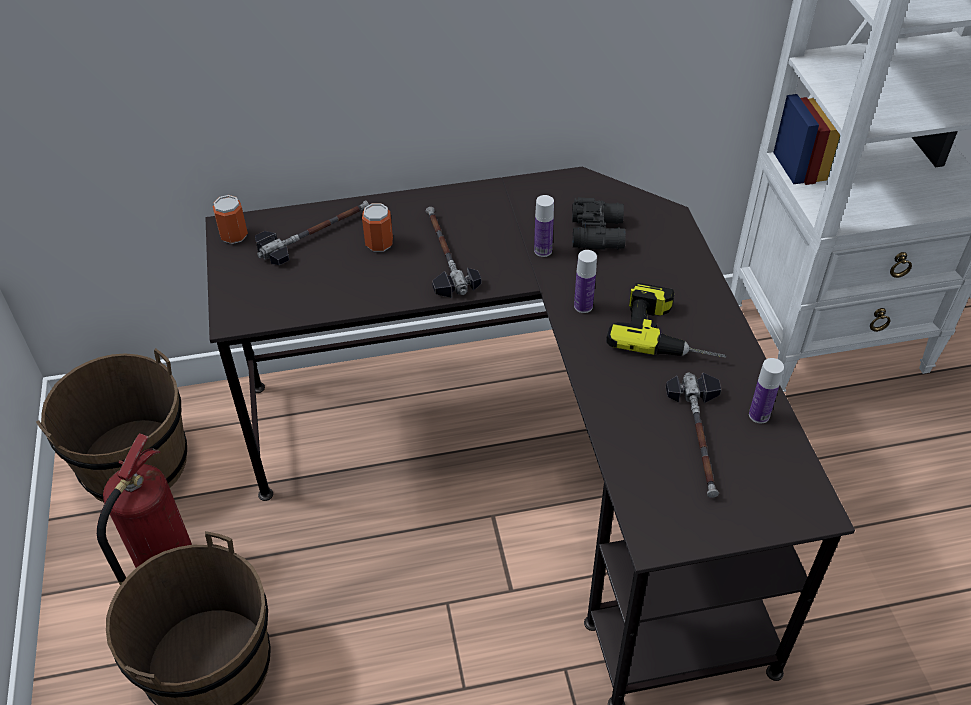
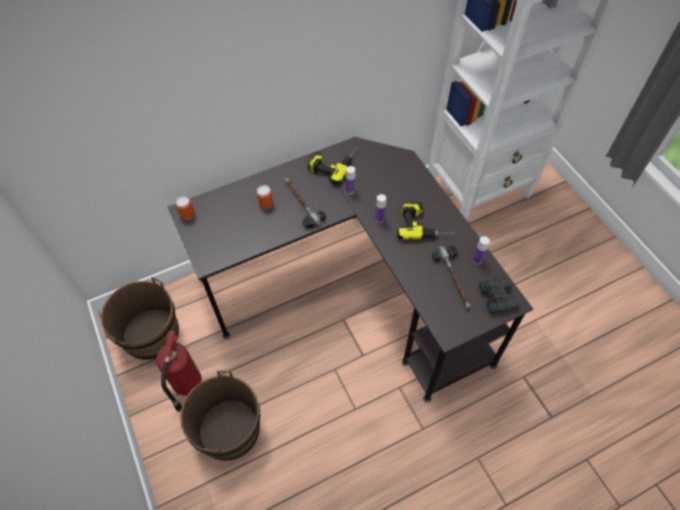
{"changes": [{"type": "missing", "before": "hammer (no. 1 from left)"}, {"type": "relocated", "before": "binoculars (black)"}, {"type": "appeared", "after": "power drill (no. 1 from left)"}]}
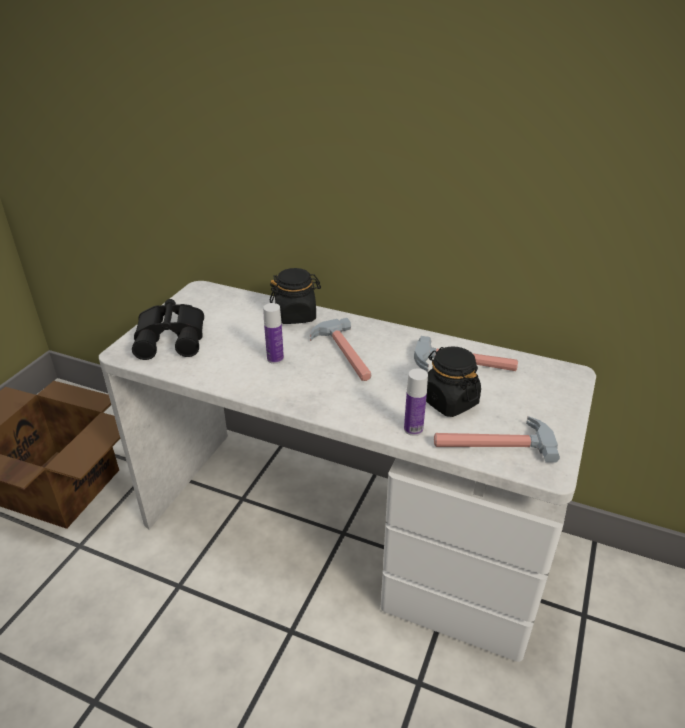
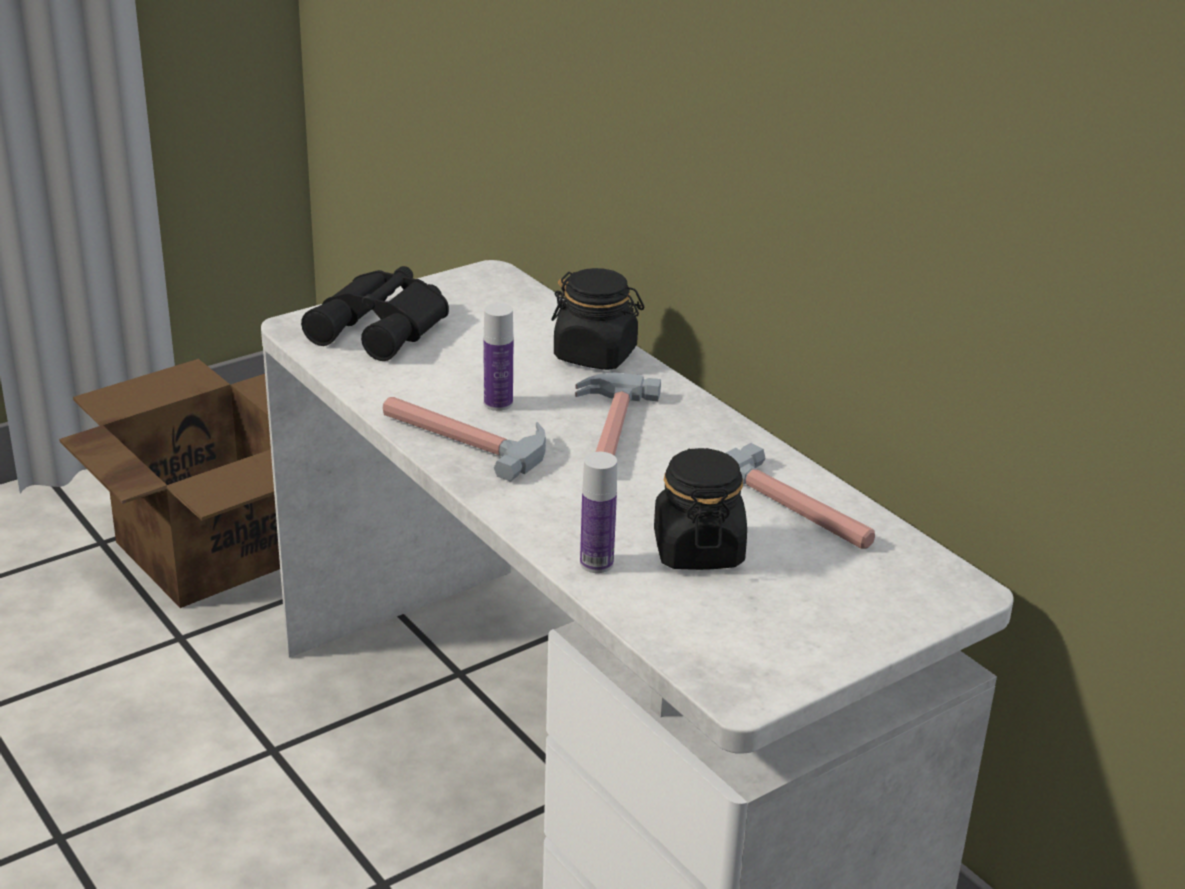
{"changes": [{"type": "relocated", "before": "hammer (no. 3 from left in the first image)", "after": "hammer (no. 1 from left)"}]}
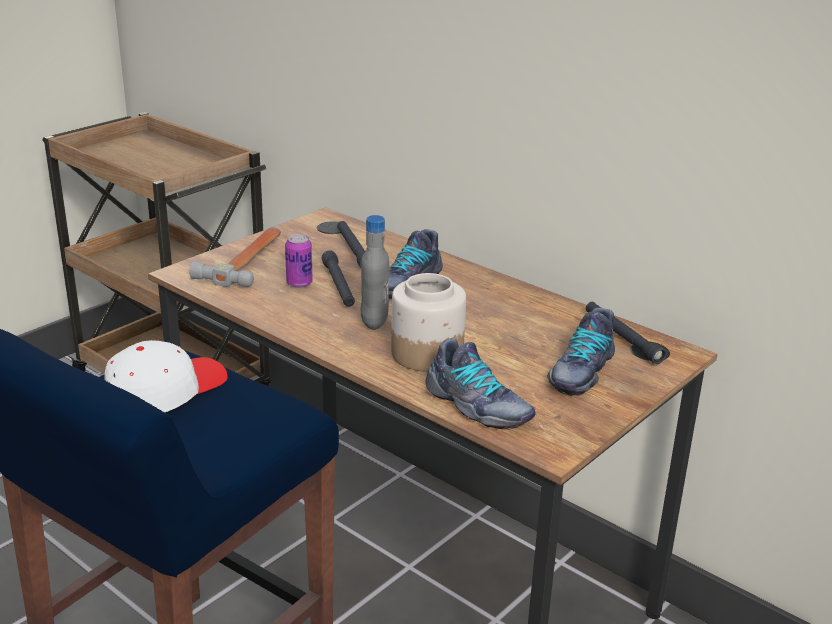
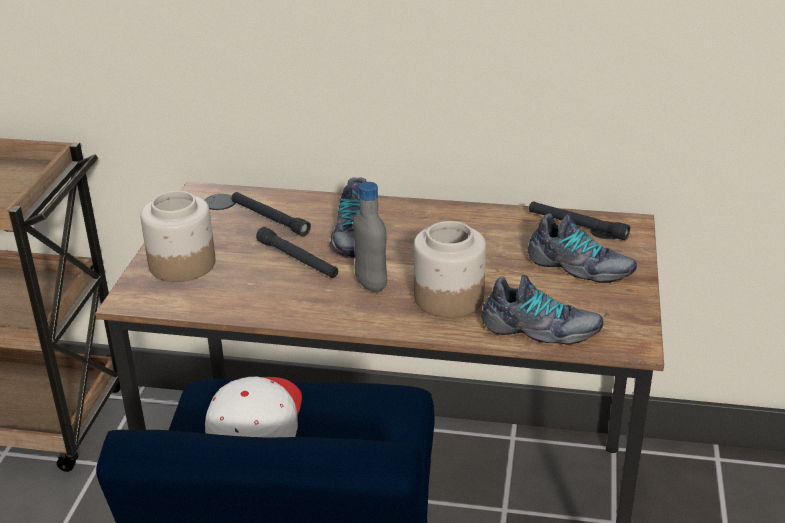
{"changes": [{"type": "exchanged", "before": "hammer", "after": "jar (no. 1 from left)"}, {"type": "missing", "before": "can"}, {"type": "spun", "before": "shoe (no. 3 from left)", "turn": -60}]}
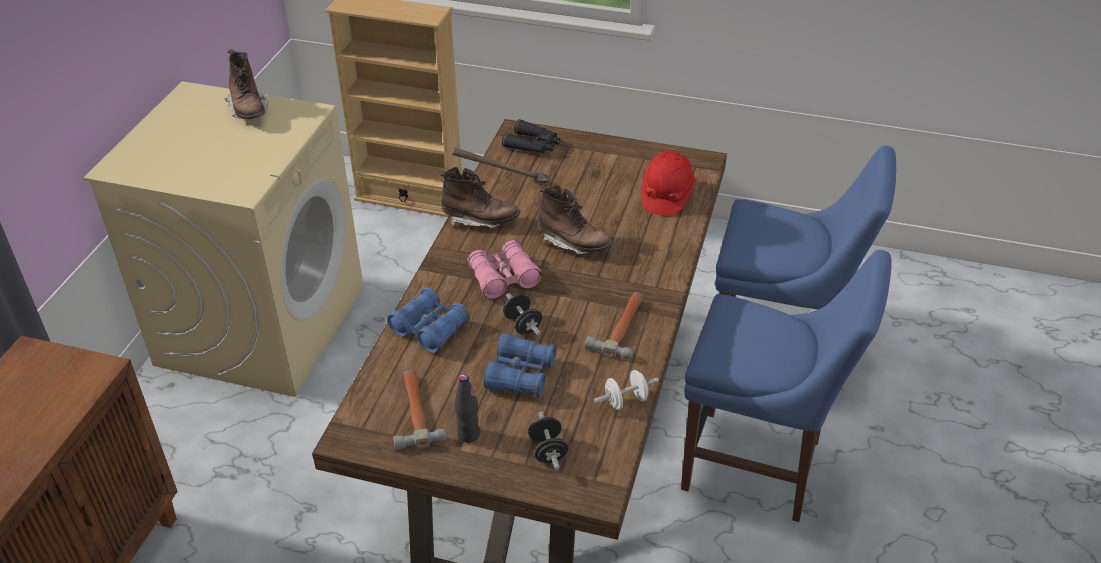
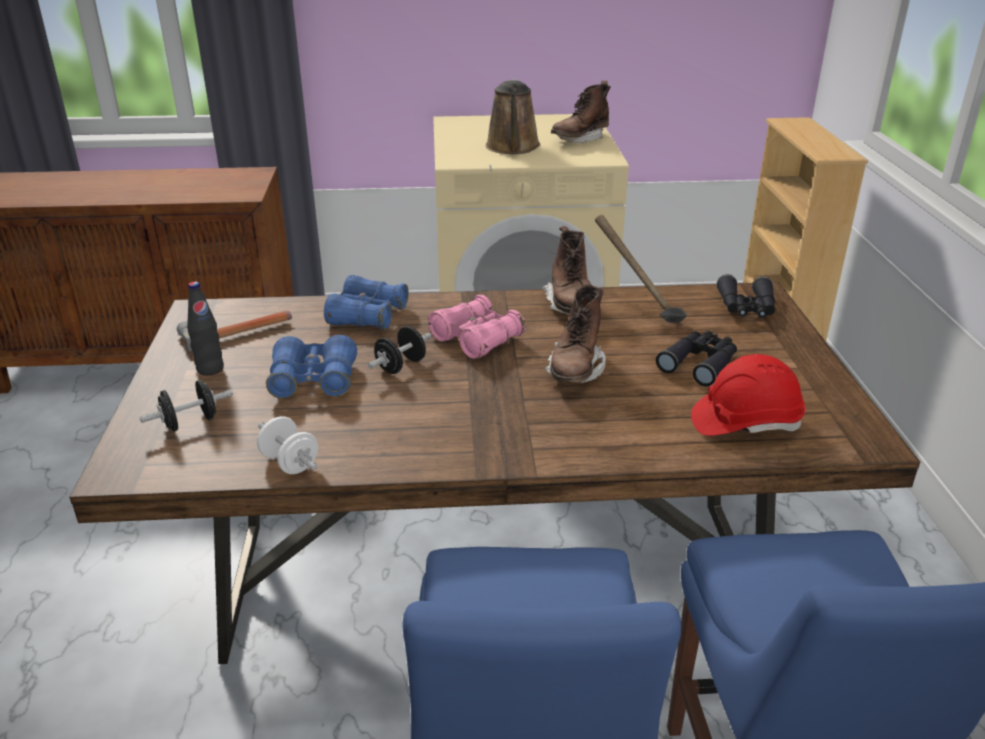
{"changes": [{"type": "missing", "before": "hammer (no. 3 from left)"}, {"type": "appeared", "after": "watering can (brown)"}, {"type": "appeared", "after": "binoculars (black) (no. 1 from left)"}]}
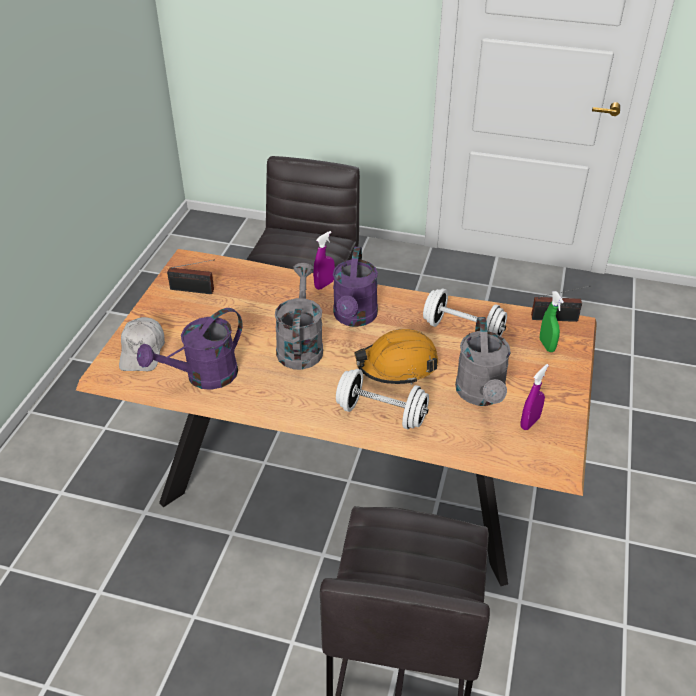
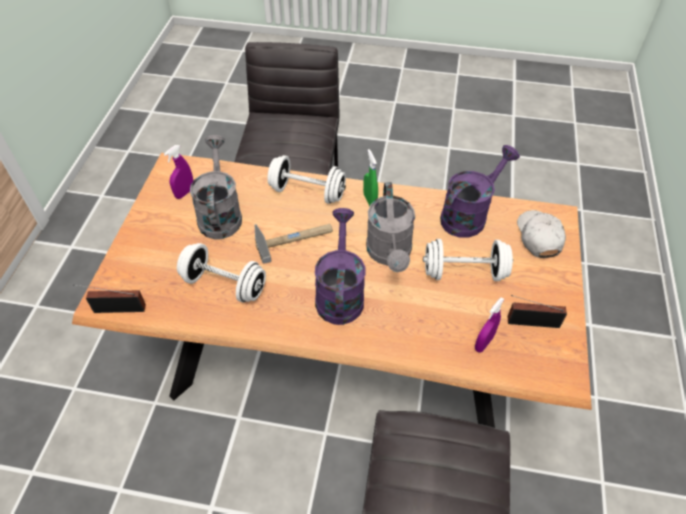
{"changes": [{"type": "relocated", "before": "spray bottle (purple) (no. 1 from left in the first image)", "after": "spray bottle (purple) (no. 2 from left)"}, {"type": "exchanged", "before": "hard hat (orange)", "after": "hammer"}, {"type": "relocated", "before": "spray bottle (green)"}, {"type": "appeared", "after": "dumbbell (white) (no. 3 from left)"}]}
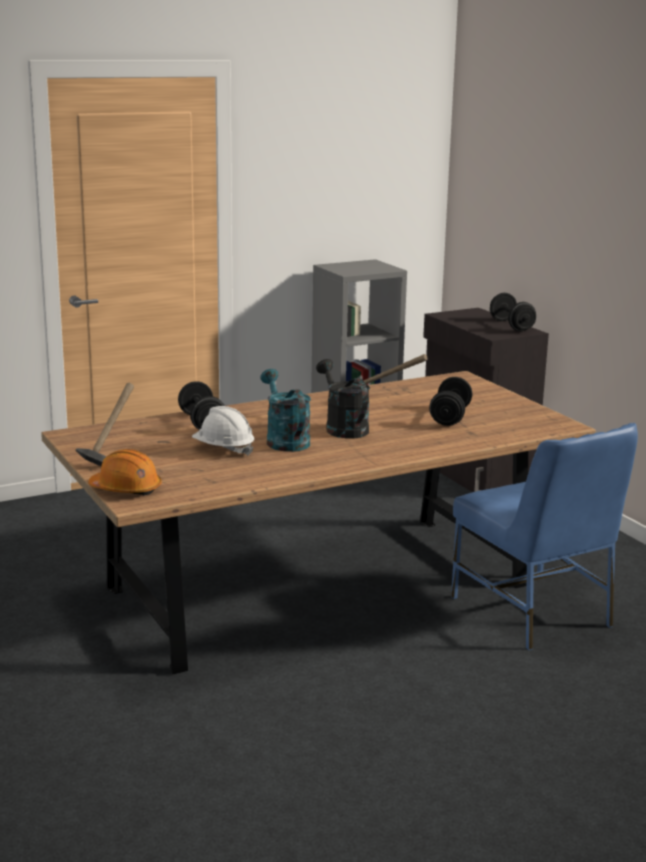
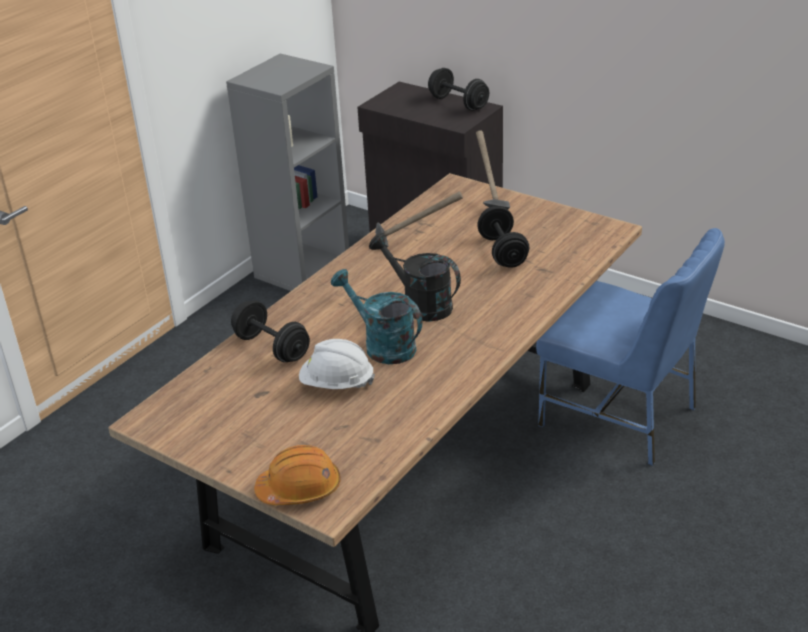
{"changes": [{"type": "relocated", "before": "hammer (no. 1 from left in the first image)", "after": "hammer (no. 2 from left)"}]}
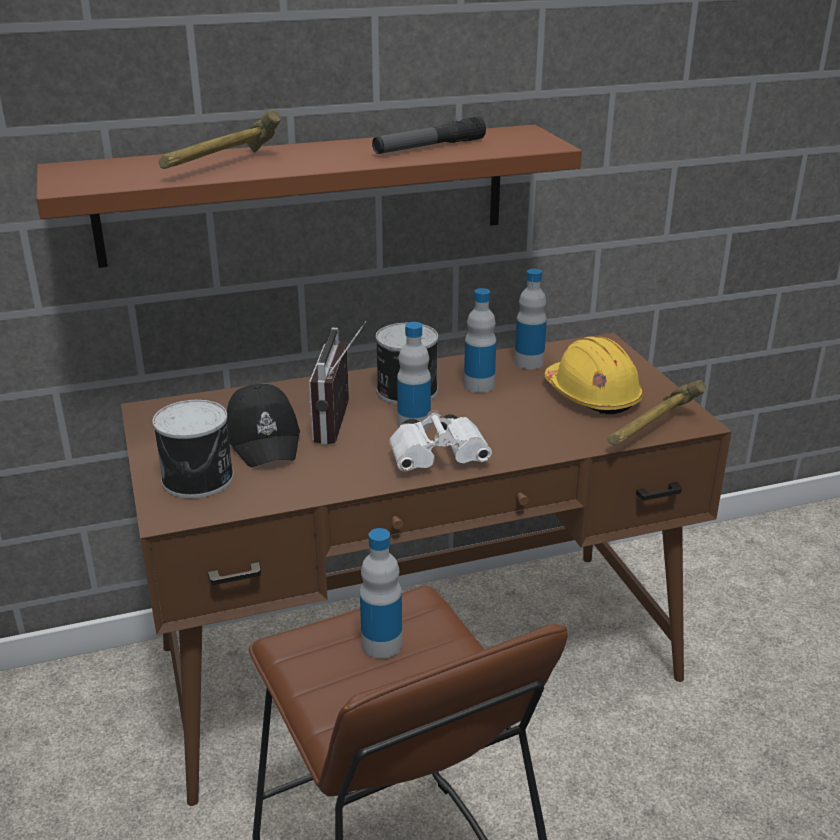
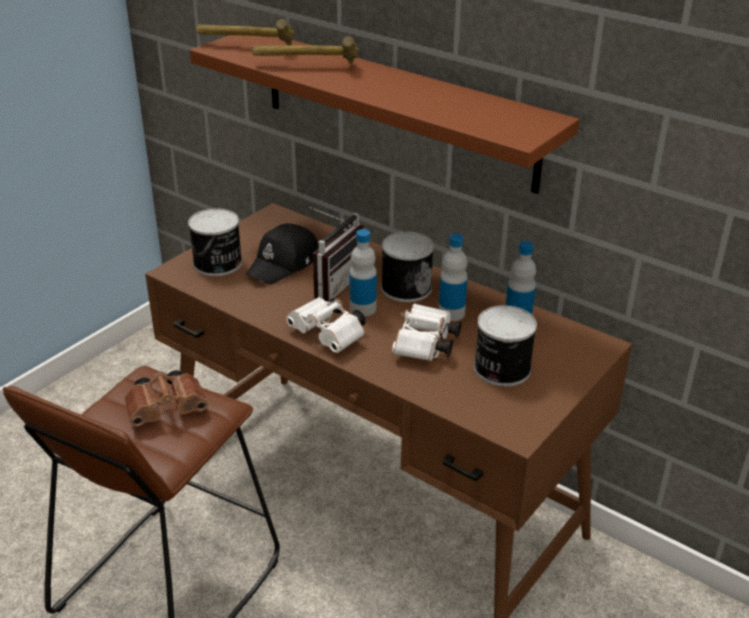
{"changes": [{"type": "spun", "before": "radio", "turn": 150}, {"type": "exchanged", "before": "bottle (no. 1 from left)", "after": "binoculars (brown)"}, {"type": "missing", "before": "flashlight"}, {"type": "exchanged", "before": "hard hat (yellow)", "after": "can (no. 3 from left)"}, {"type": "relocated", "before": "hammer (no. 2 from left in the first image)", "after": "hammer (no. 1 from left)"}, {"type": "appeared", "after": "binoculars (white) (no. 2 from left)"}]}
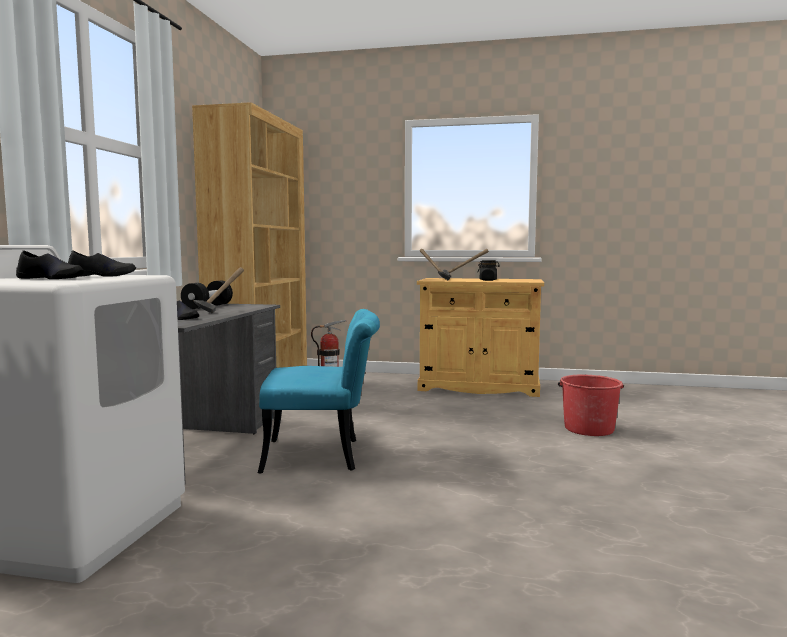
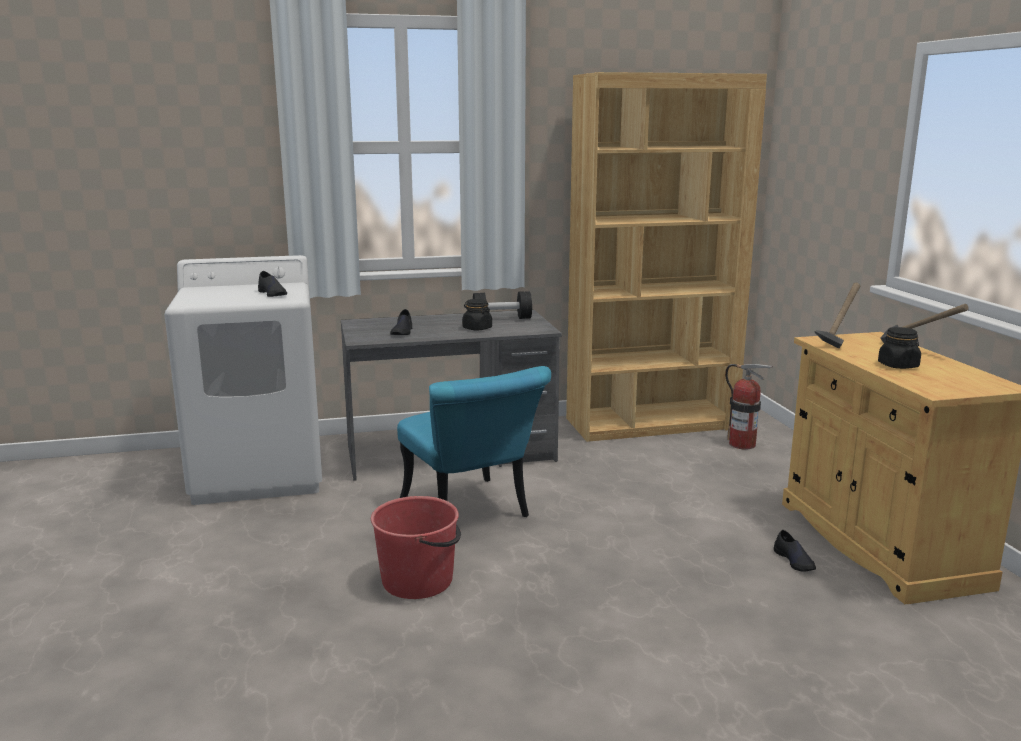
{"changes": [{"type": "relocated", "before": "shoe (black) (no. 1 from left in the first image)", "after": "shoe (black) (no. 3 from left)"}, {"type": "exchanged", "before": "hammer (no. 1 from left)", "after": "jar (black) (no. 1 from left)"}, {"type": "relocated", "before": "bucket (red)"}]}
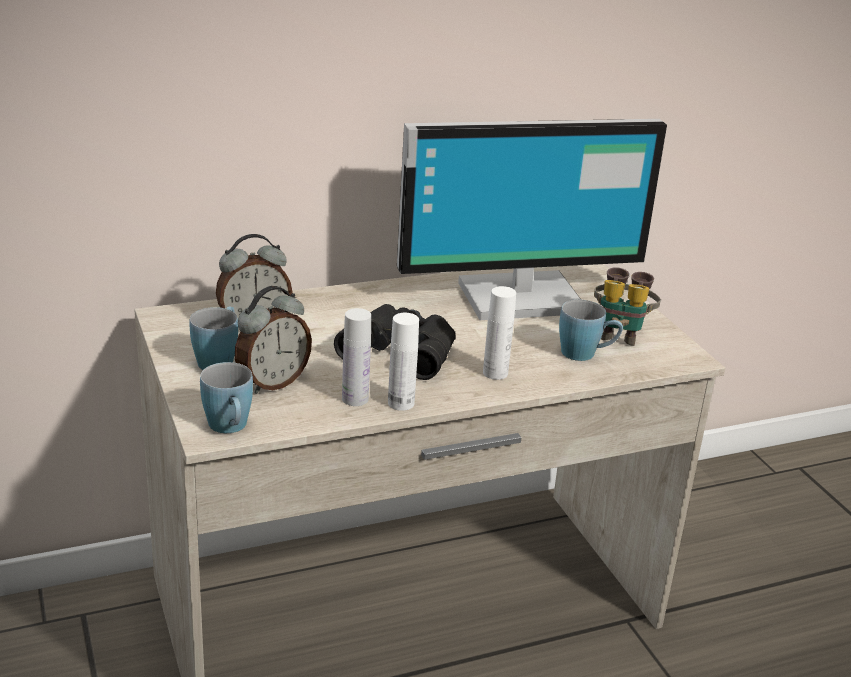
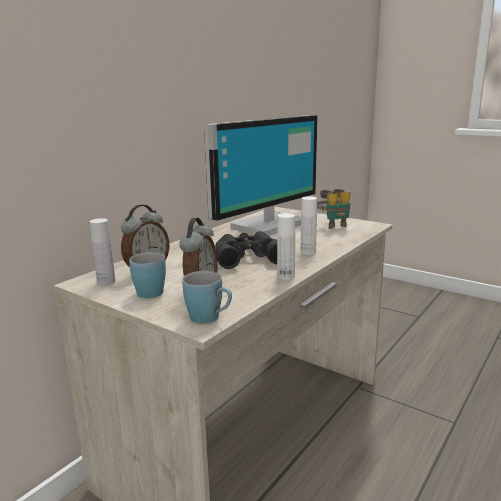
{"changes": [{"type": "relocated", "before": "bottle (white) (no. 1 from left)"}, {"type": "missing", "before": "mug (blue) (no. 3 from left)"}]}
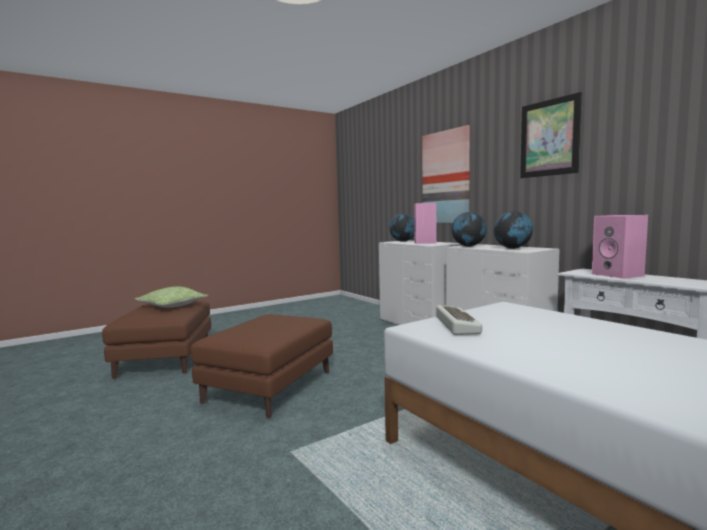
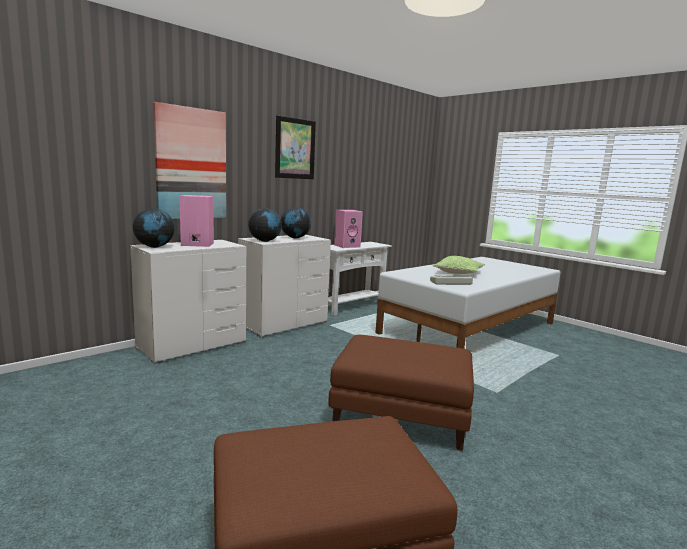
{"changes": [{"type": "relocated", "before": "pillow"}]}
